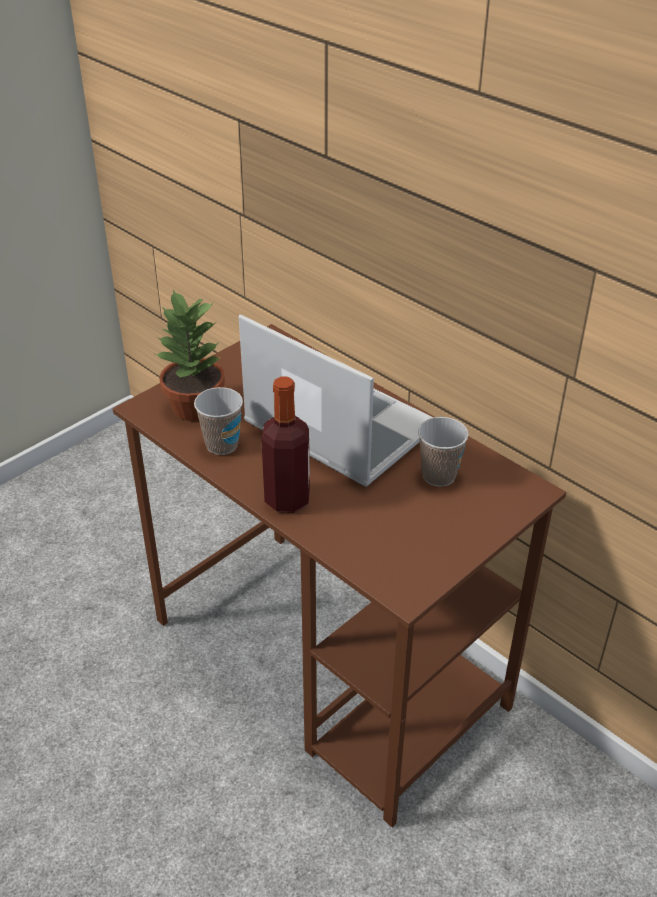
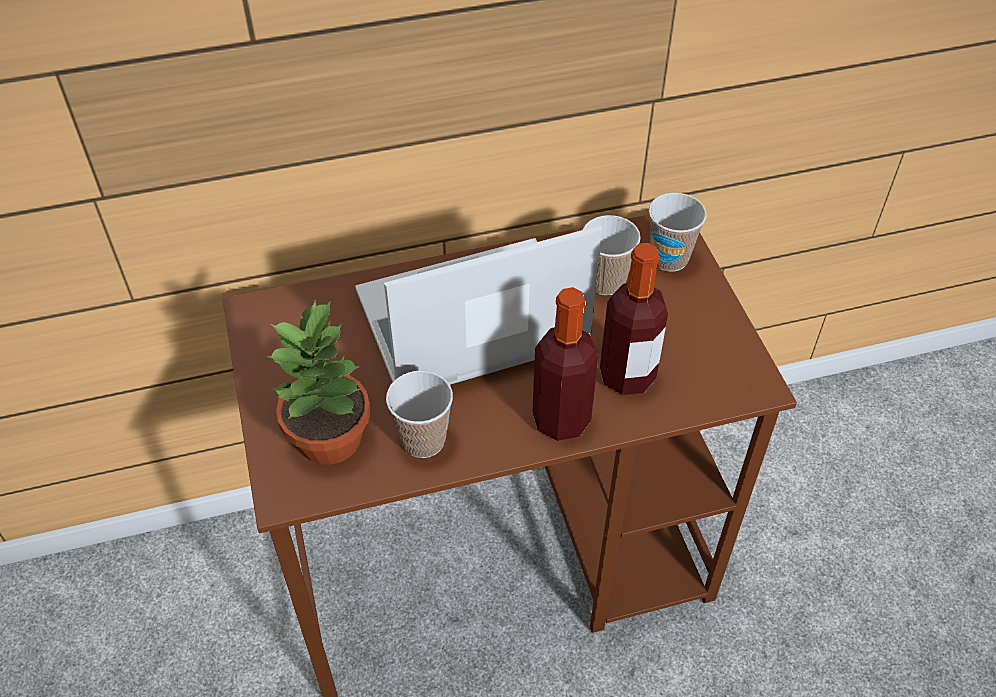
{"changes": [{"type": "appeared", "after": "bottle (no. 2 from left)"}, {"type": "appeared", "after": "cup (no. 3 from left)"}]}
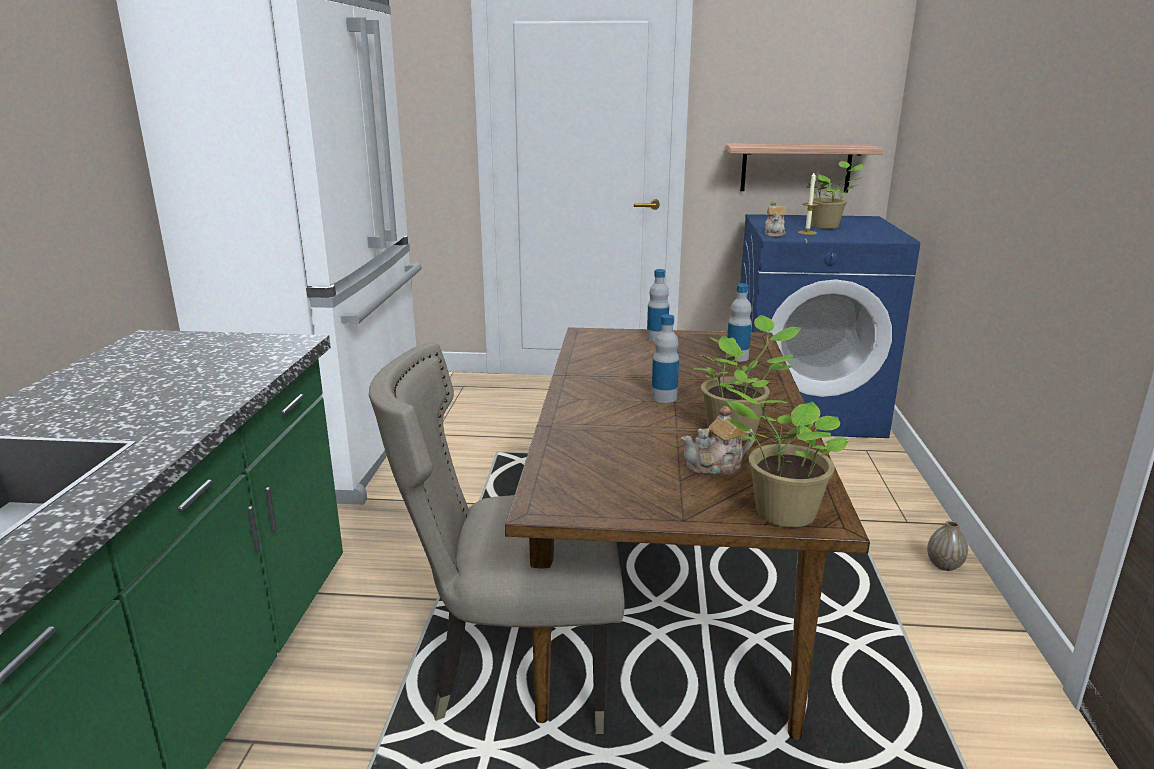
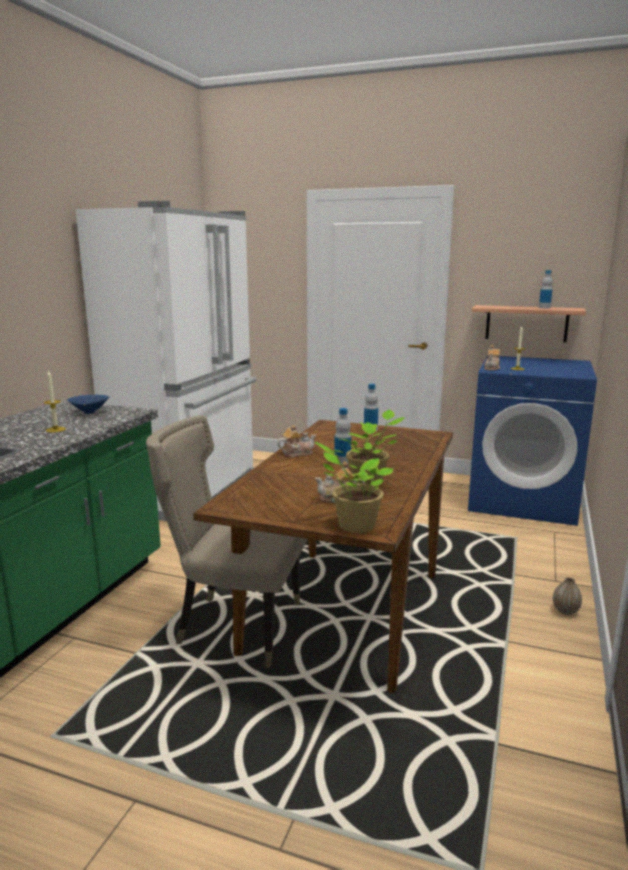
{"changes": [{"type": "relocated", "before": "bottle (no. 3 from left)"}, {"type": "missing", "before": "potted plant (no. 3 from left)"}, {"type": "appeared", "after": "candle (no. 1 from left)"}, {"type": "appeared", "after": "bowl (blue)"}, {"type": "appeared", "after": "teapot (no. 1 from left)"}]}
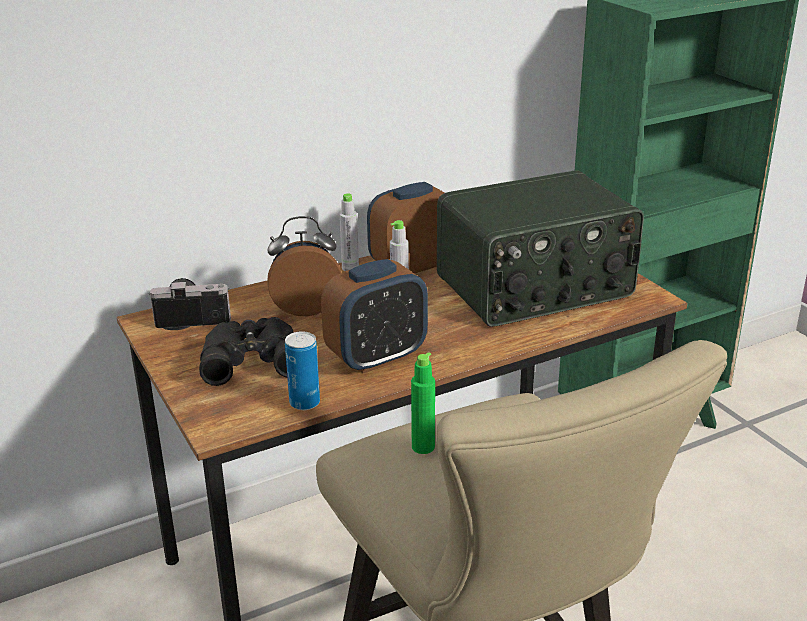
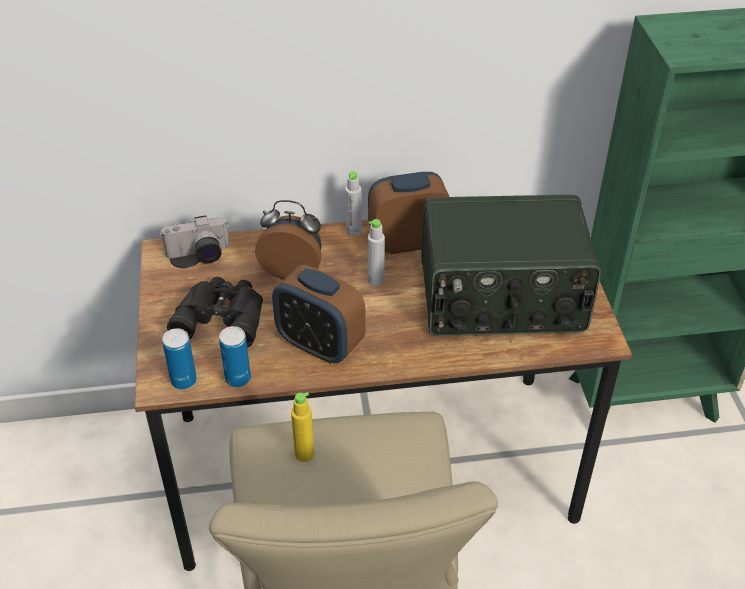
{"changes": [{"type": "spun", "before": "photo camera", "turn": 150}, {"type": "spun", "before": "alarm clock (no. 2 from left)", "turn": 45}, {"type": "colour", "before": "bottle (green)", "after": "bottle (yellow)"}, {"type": "appeared", "after": "can (no. 1 from left)"}]}
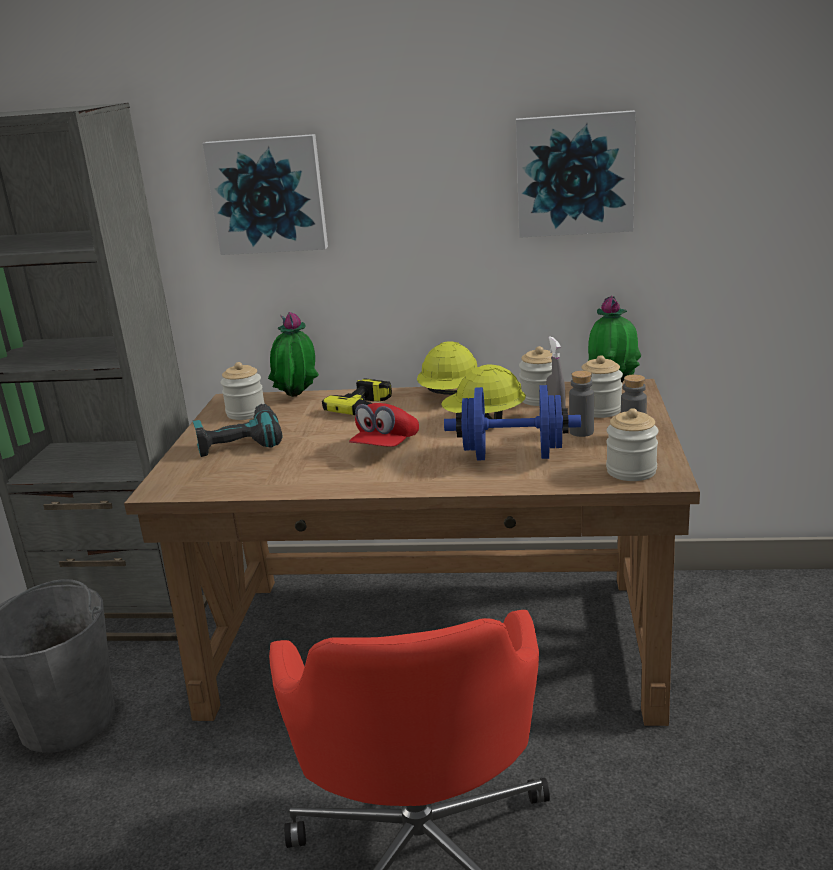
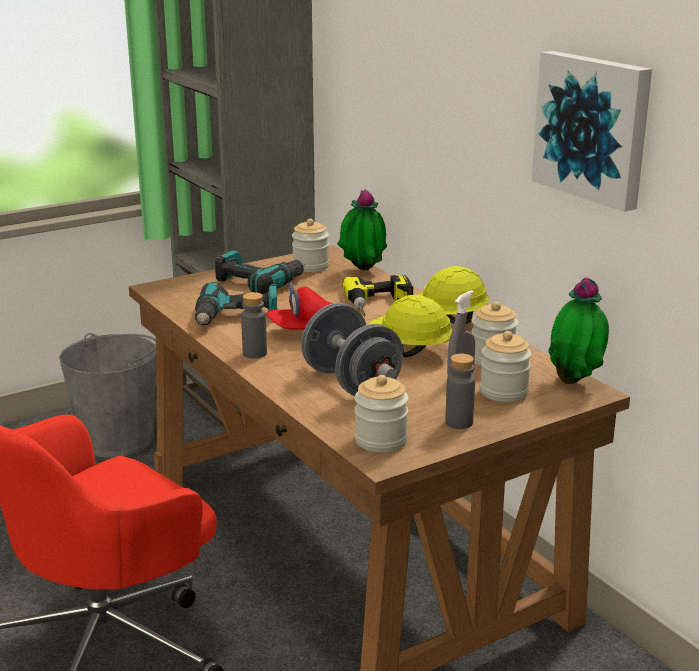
{"changes": [{"type": "missing", "before": "picture (no. 1 from left)"}, {"type": "colour", "before": "dumbbell (blue)", "after": "dumbbell (grey)"}, {"type": "relocated", "before": "bottle (grey) (no. 1 from left)"}, {"type": "appeared", "after": "power drill (no. 1 from left)"}]}
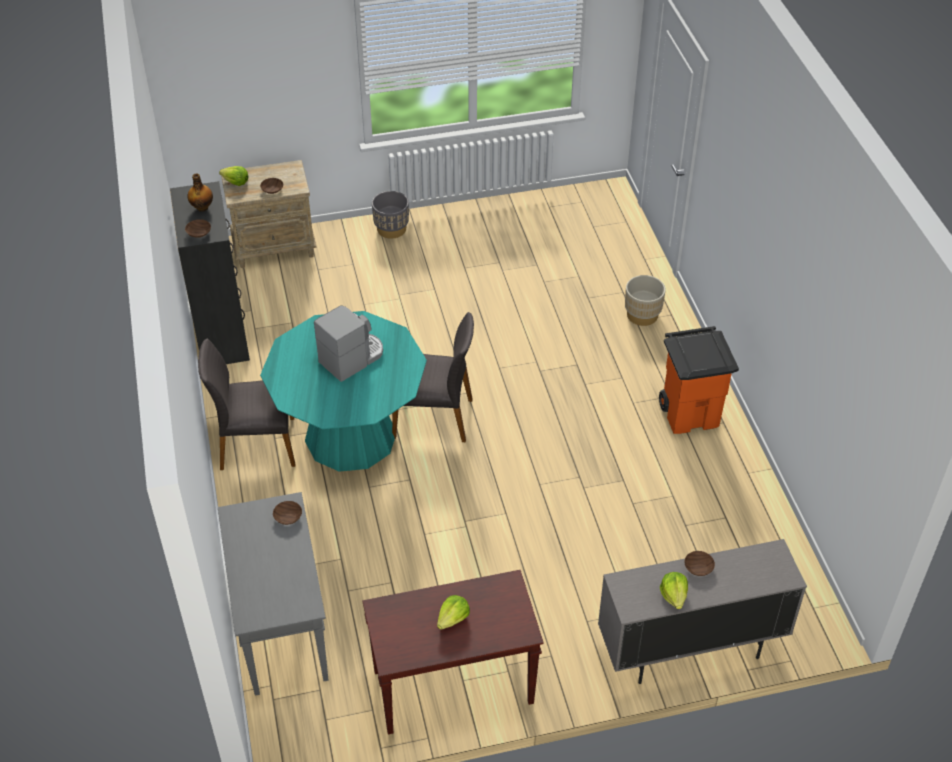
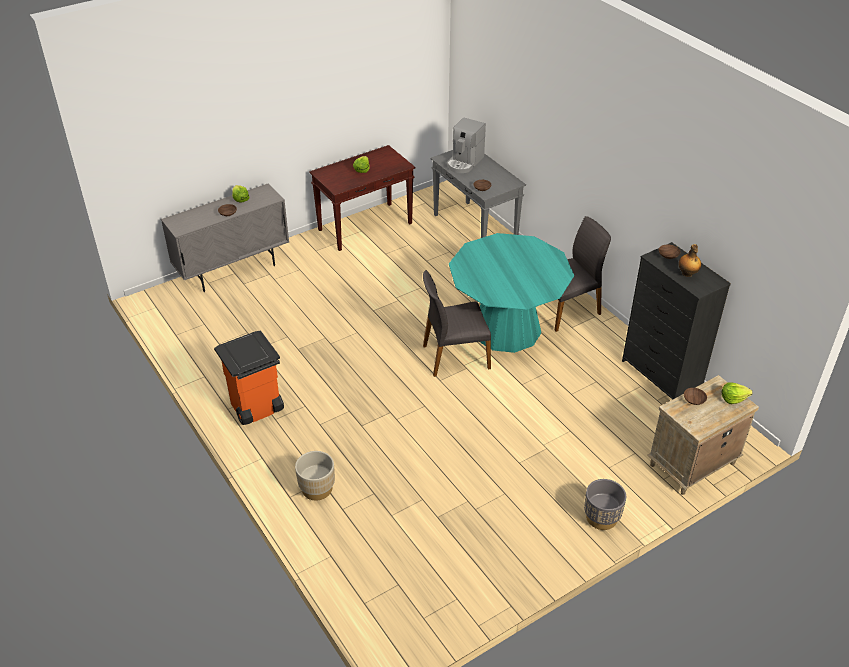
{"changes": [{"type": "relocated", "before": "coffee machine"}]}
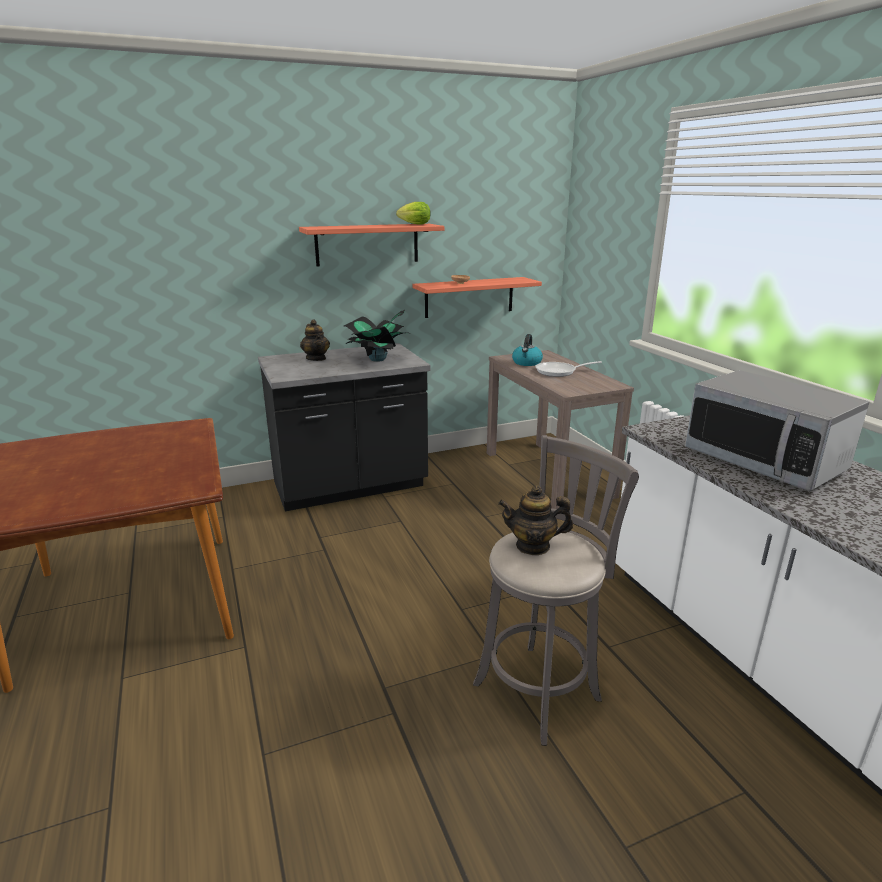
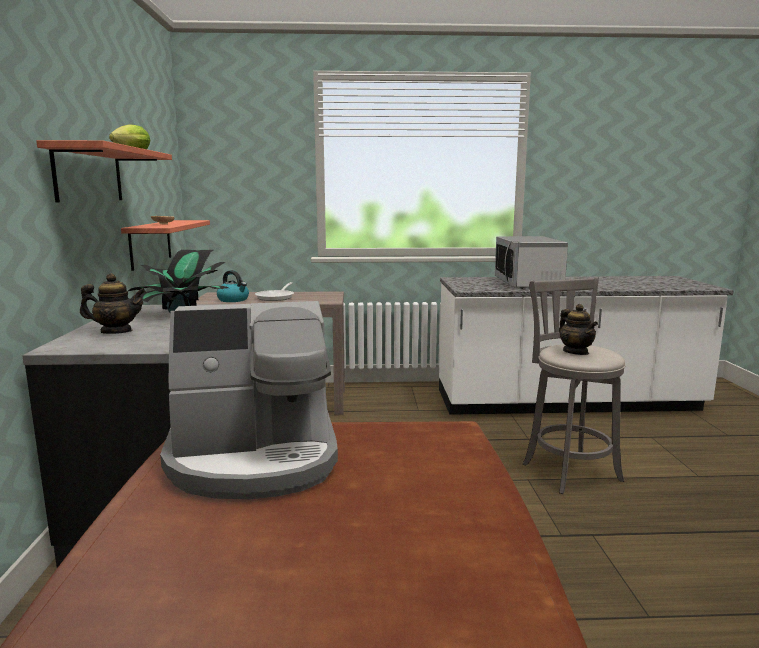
{"changes": [{"type": "spun", "before": "teapot (no. 2 from left)", "turn": -45}, {"type": "spun", "before": "microwave", "turn": 105}, {"type": "appeared", "after": "coffee machine"}]}
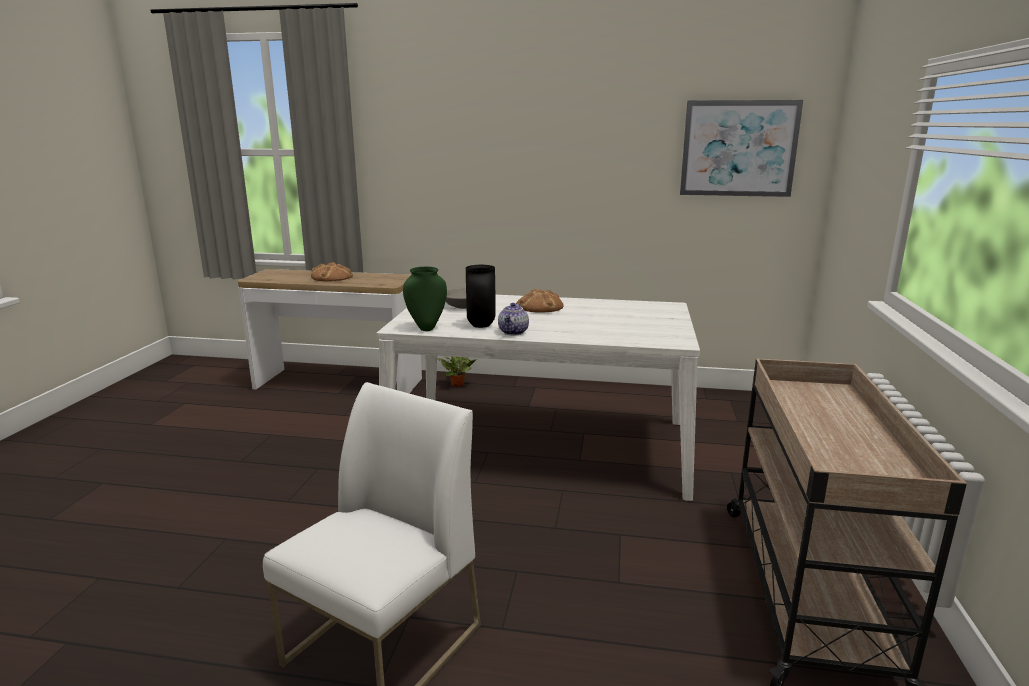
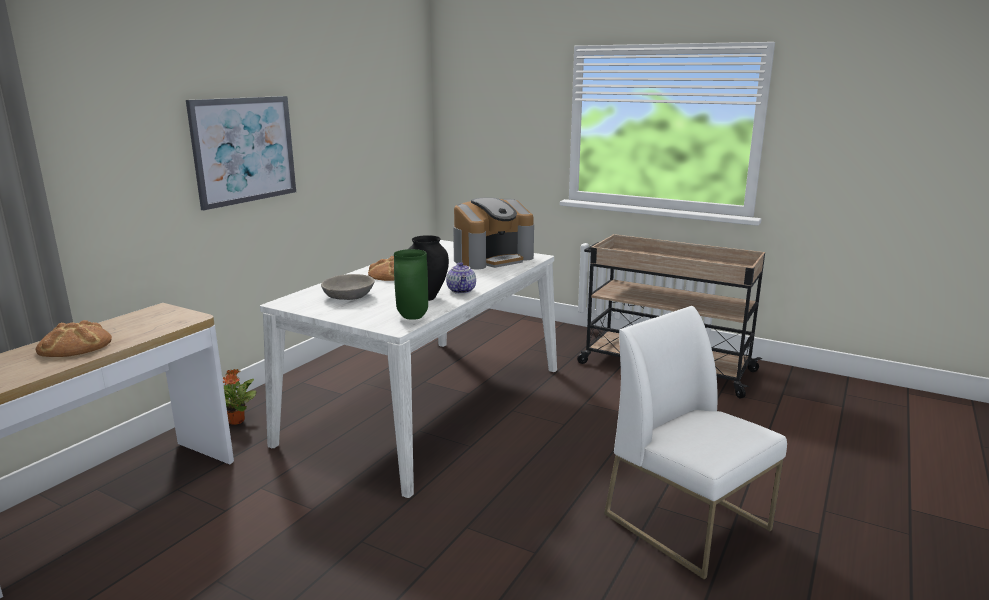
{"changes": [{"type": "spun", "before": "teapot", "turn": 45}, {"type": "relocated", "before": "picture"}, {"type": "appeared", "after": "coffee machine"}]}
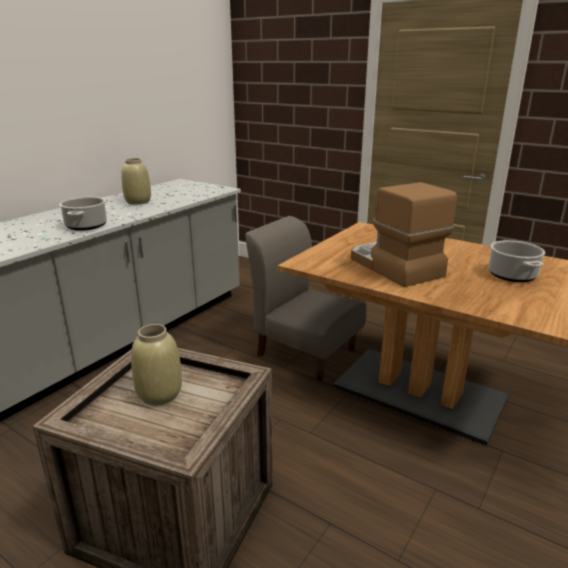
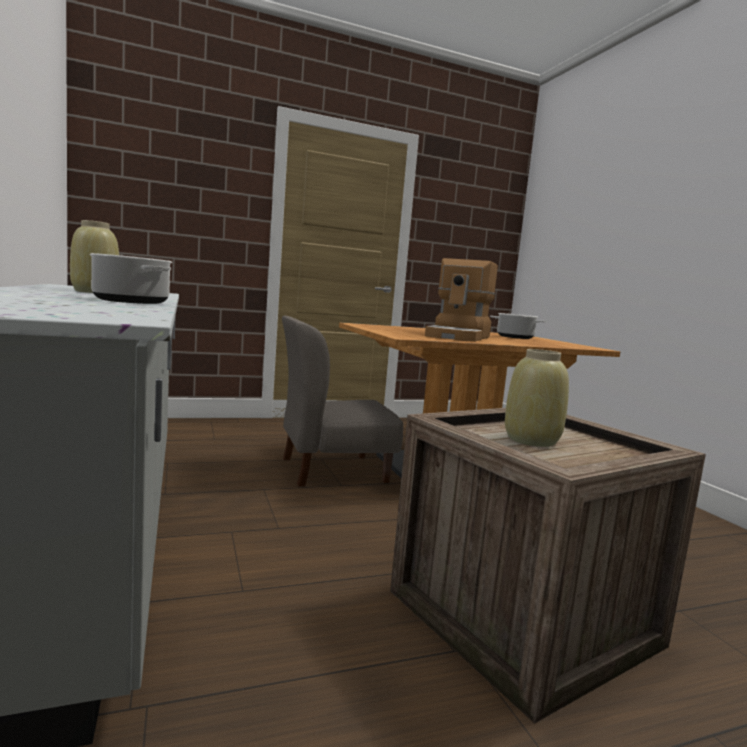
{"changes": [{"type": "spun", "before": "coffee machine", "turn": -75}]}
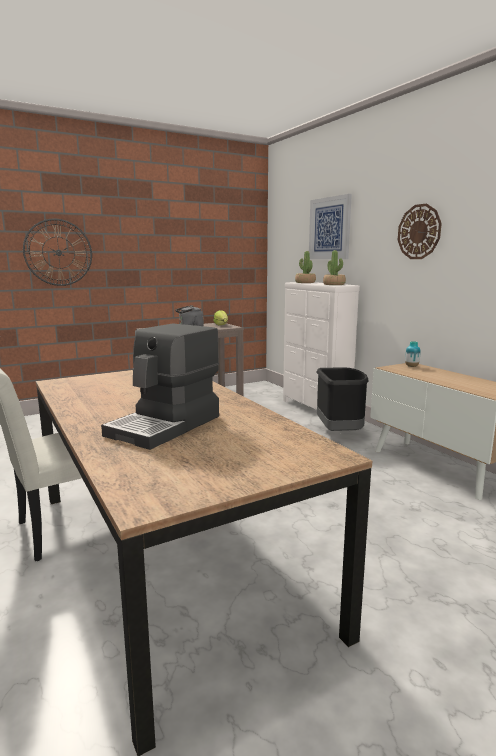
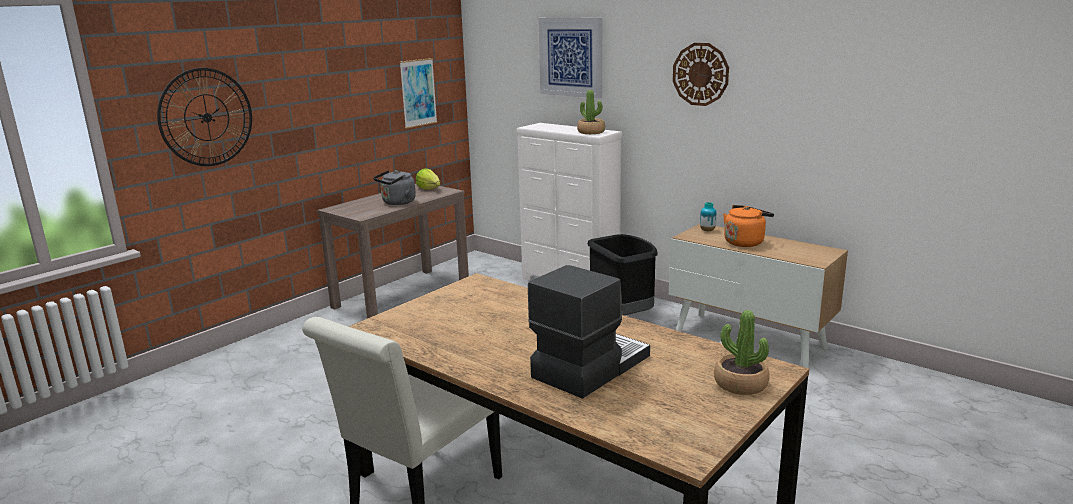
{"changes": [{"type": "spun", "before": "coffee machine", "turn": -150}, {"type": "relocated", "before": "potted plant (no. 1 from left in the first image)", "after": "potted plant (no. 2 from left)"}, {"type": "appeared", "after": "picture (no. 1 from left)"}, {"type": "appeared", "after": "kettle (orange)"}]}
